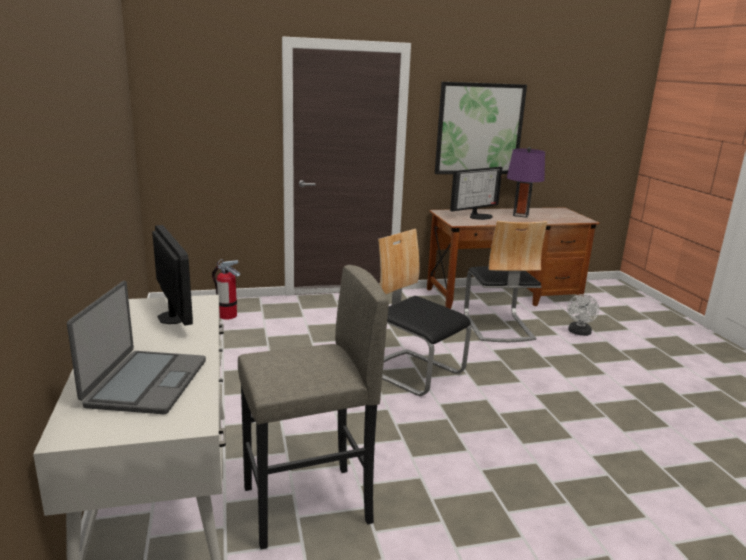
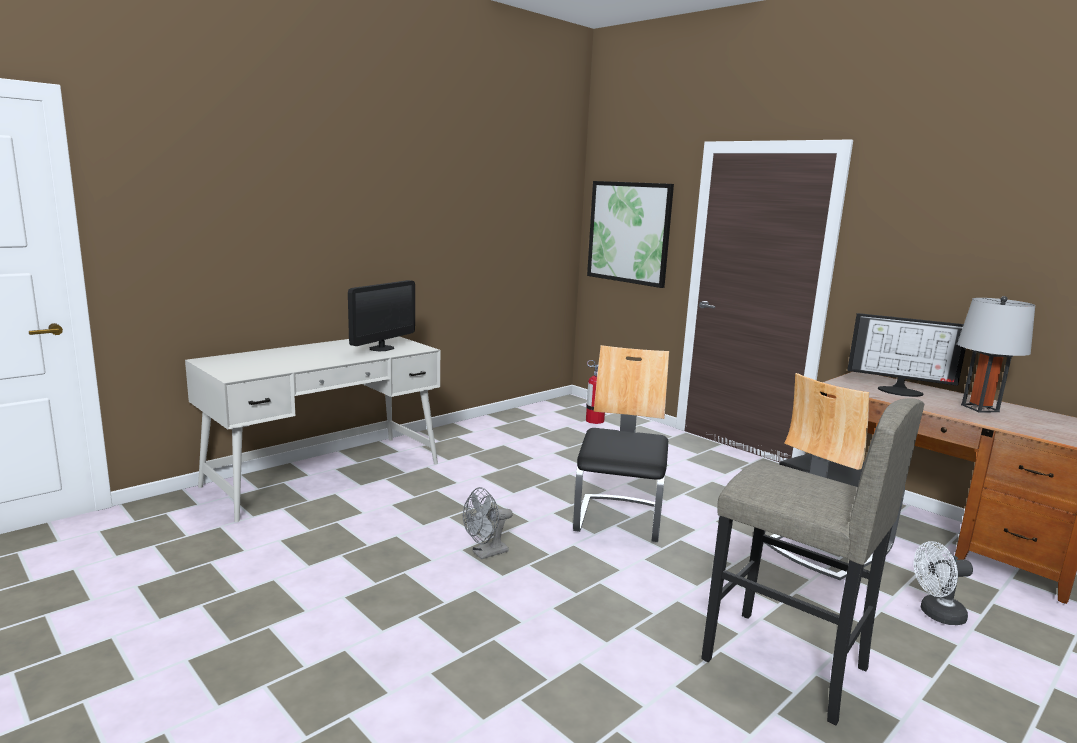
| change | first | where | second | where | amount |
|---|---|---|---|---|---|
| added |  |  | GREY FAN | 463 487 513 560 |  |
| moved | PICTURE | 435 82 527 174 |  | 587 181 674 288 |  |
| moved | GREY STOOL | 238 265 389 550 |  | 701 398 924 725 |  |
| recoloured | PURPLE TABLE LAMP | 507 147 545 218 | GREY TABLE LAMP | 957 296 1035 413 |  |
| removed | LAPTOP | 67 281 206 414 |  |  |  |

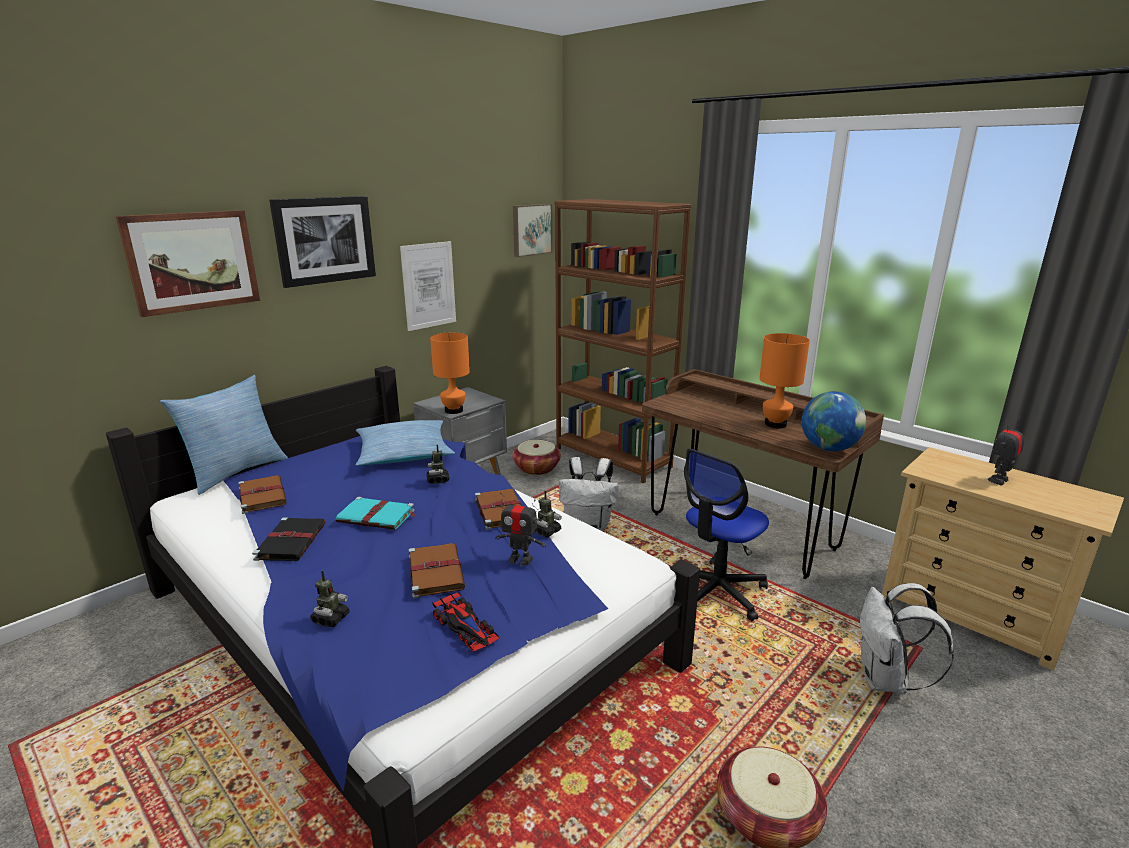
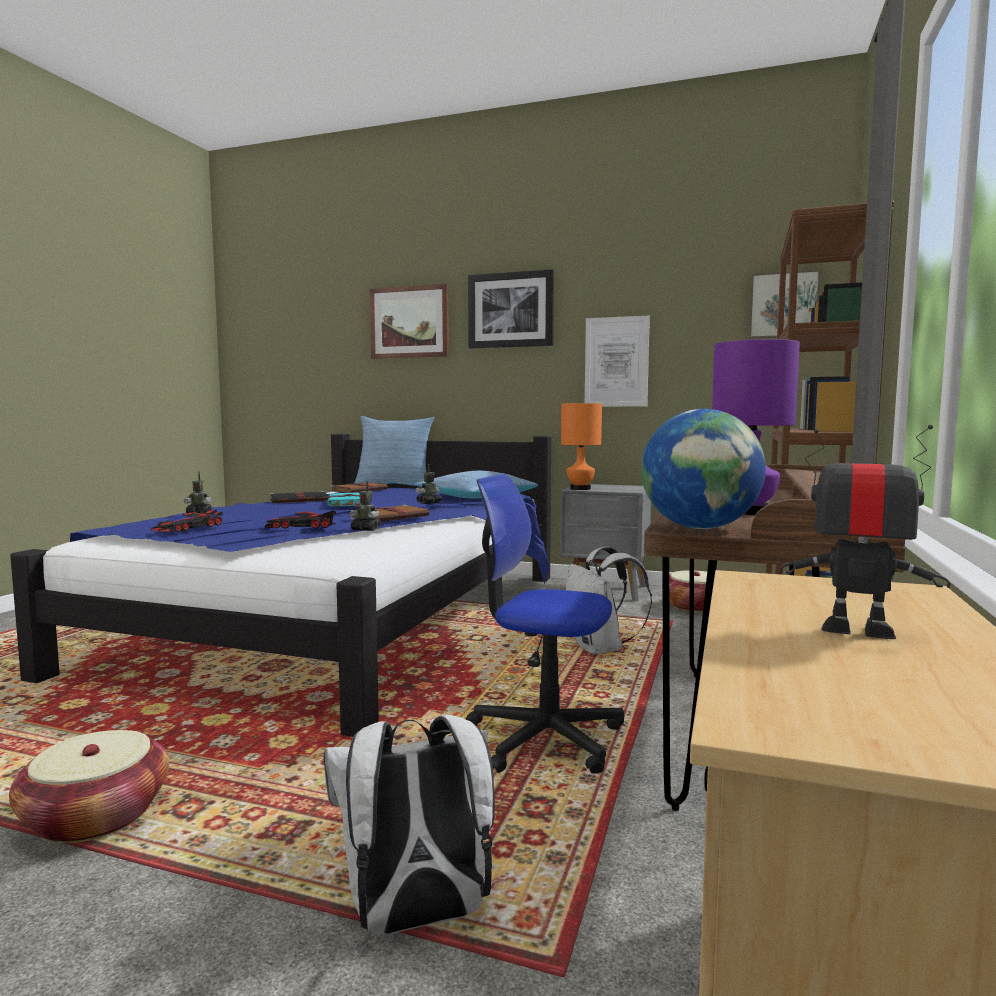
| change | first | where | second | where | amount |
|---|---|---|---|---|---|
| replaced | TOY ROBOT | 495 493 546 566 | TOY CAR | 265 511 336 528 |  |
| recoloured | ORANGE TABLE LAMP | 759 333 810 428 | PURPLE TABLE LAMP | 712 339 800 515 |  |
| removed | BROWN BOOK | 409 543 465 598 |  |  |  |

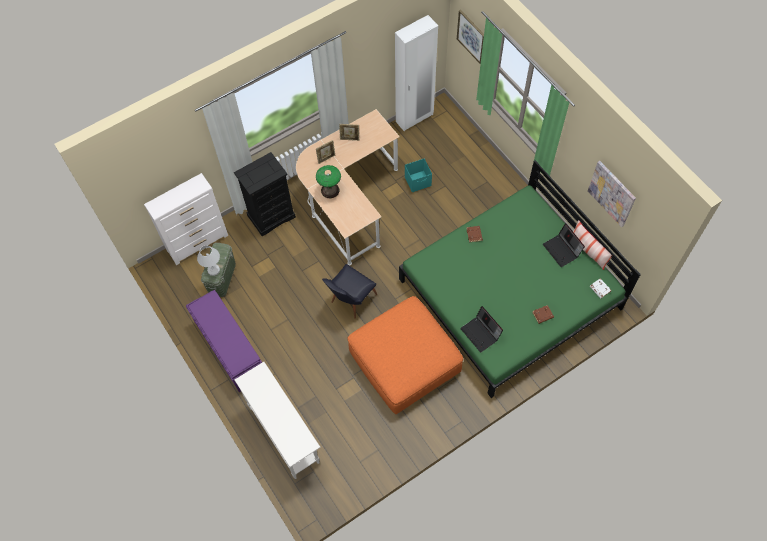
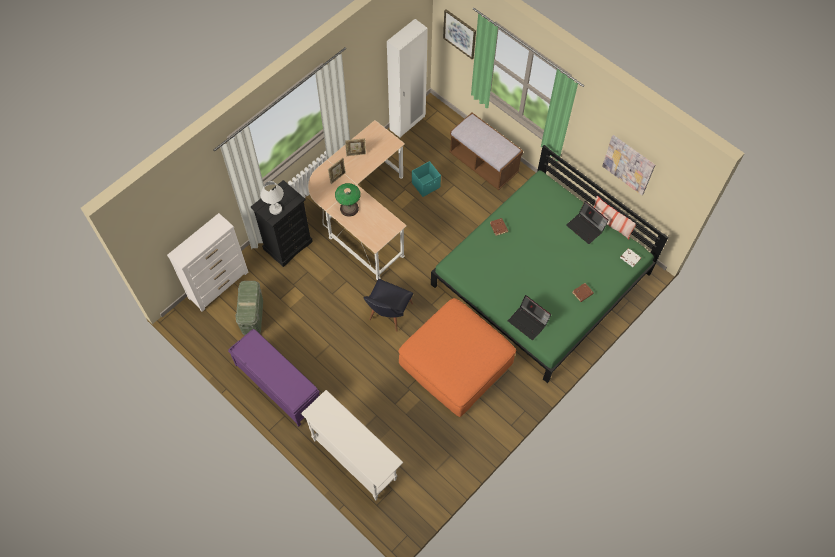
| change | first | where | second | where | amount |
|---|---|---|---|---|---|
| moved | WHITE TABLE LAMP | 197 245 220 276 |  | 260 181 284 215 |  |
| added |  |  | BROWN BENCH | 449 113 523 190 |  |

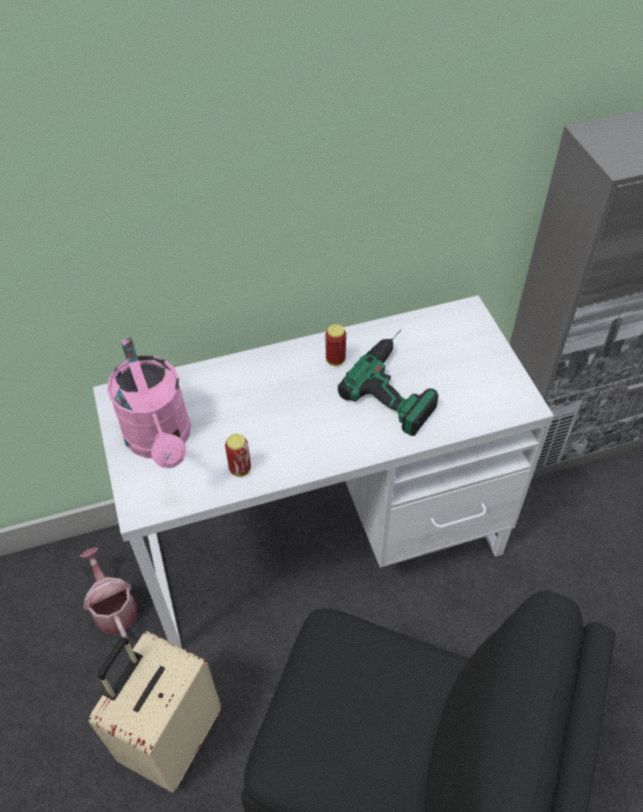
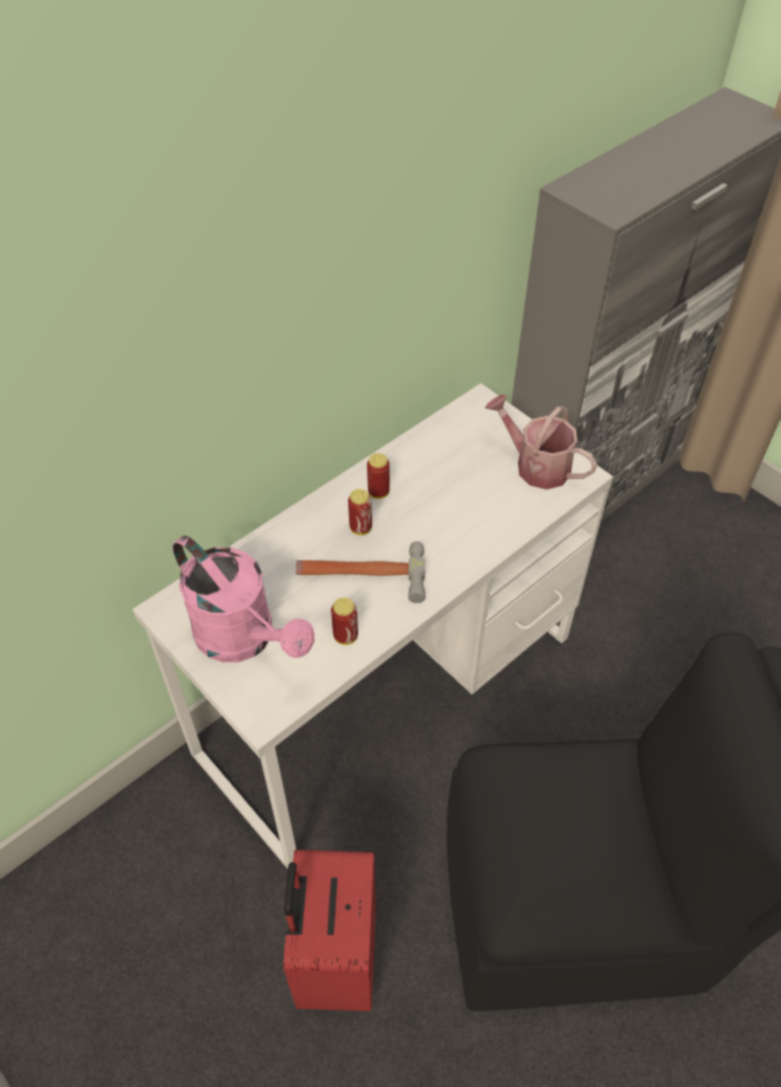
| change | first | where | second | where | amount |
|---|---|---|---|---|---|
| recoloured | BEIGE SUITCASE | 89 631 221 793 | RED SUITCASE | 283 850 376 1011 |  |
| added |  |  | HAMMER | 296 541 425 603 |  |
| added |  |  | CAN | 348 489 372 535 |  |
| moved | WATERING CAN | 80 548 137 639 |  | 485 395 597 490 |  |
| removed | POWER DRILL | 338 329 439 436 |  |  |  |

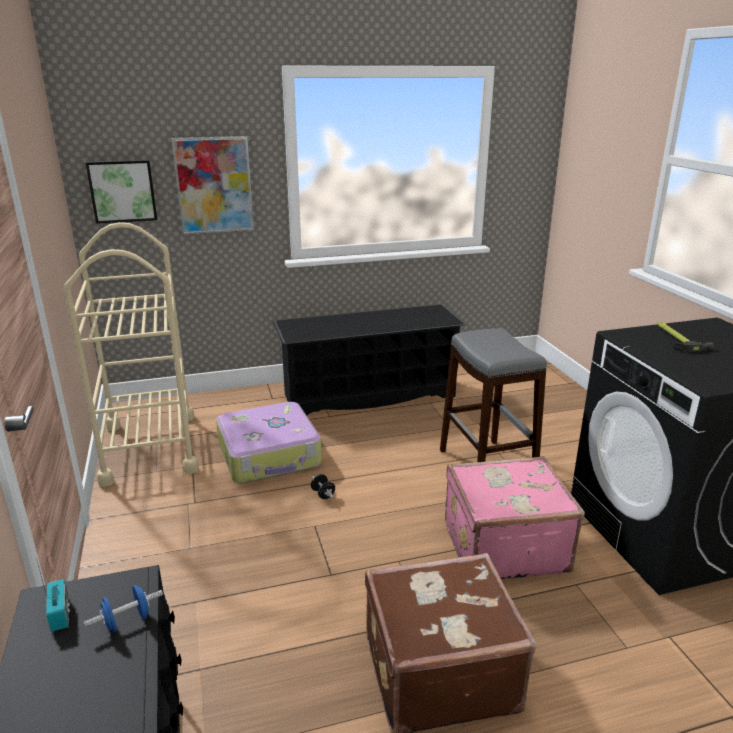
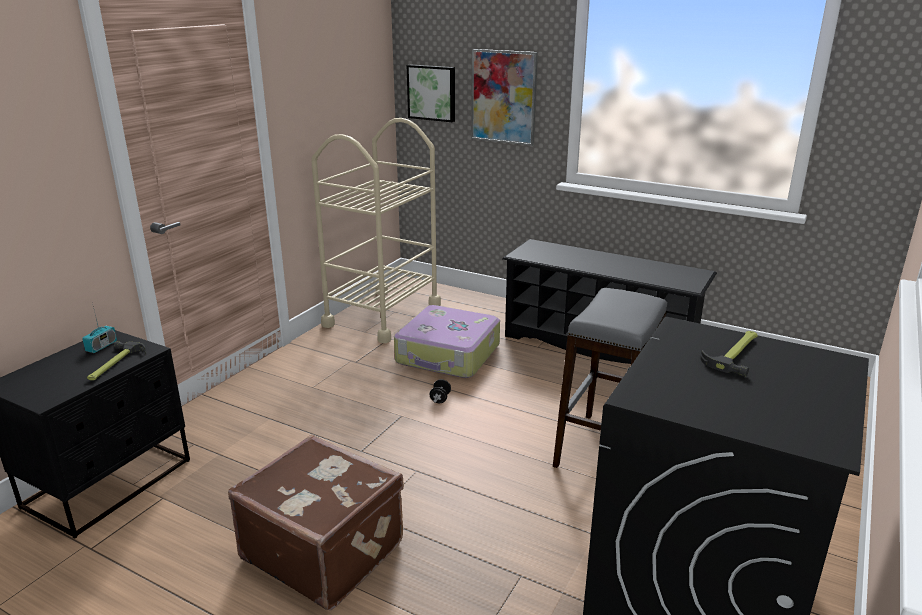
| change | first | where | second | where | amount |
|---|---|---|---|---|---|
| replaced | BLUE DUMBBELL | 84 585 163 632 | HAMMER | 87 342 146 381 |  |
| removed | PINK SUITCASE | 445 456 585 579 |  |  |  |

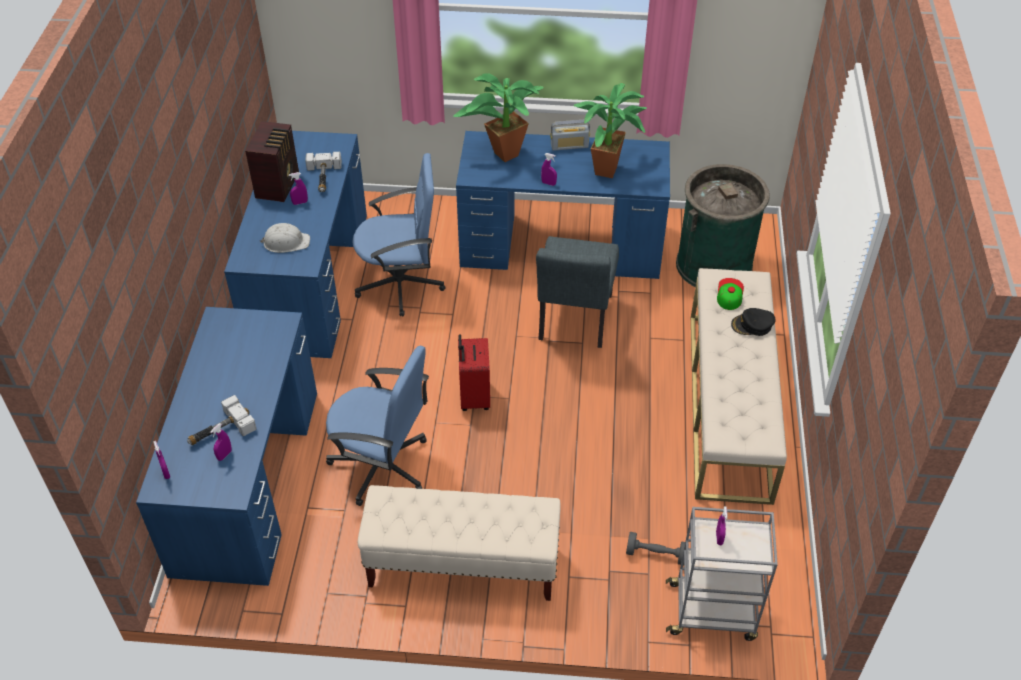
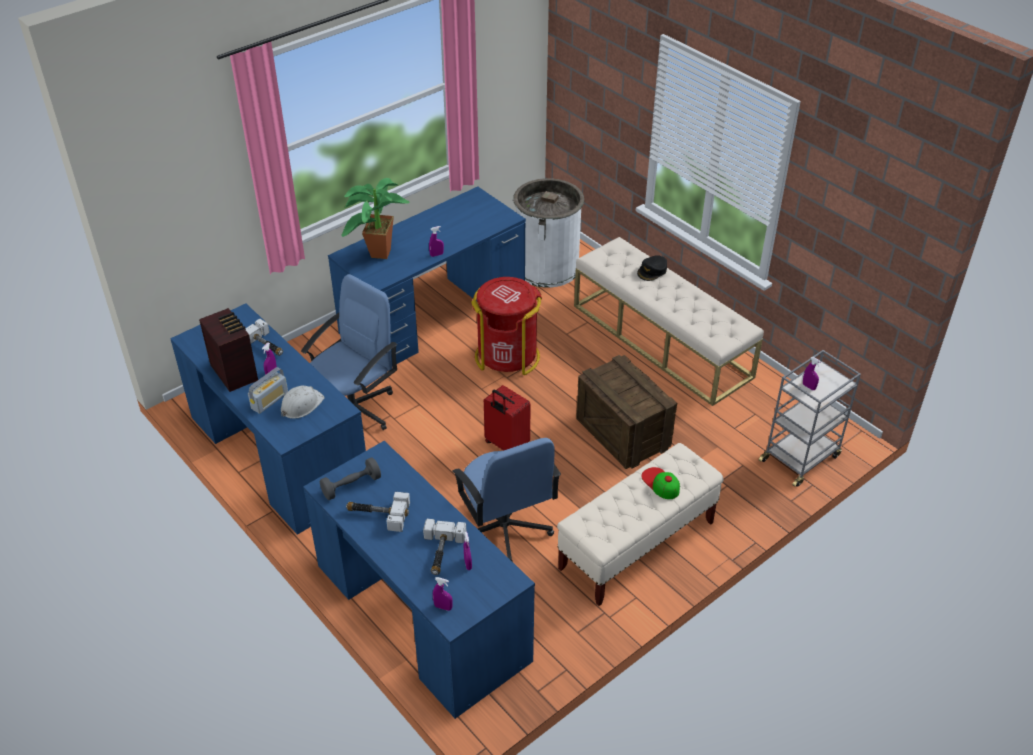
| change | first | where | second | where | amount |
|---|---|---|---|---|---|
| moved | RADIO | 550 120 590 151 |  | 248 367 288 414 |  |
| moved | GREY DUMBBELL | 626 532 689 565 |  | 320 457 381 500 |  |
| added |  |  | HAMMER | 346 492 410 532 |  |
| turned | BLUE OFFICE CHAIR | 326 346 429 506 |  | 453 438 561 562 | 90 degrees clockwise |
| replaced | GREY CHAIR | 536 236 619 348 | RED TRASH CAN | 471 277 542 375 |  |
| recoloured | GREEN TRASH CAN | 676 164 770 287 | WHITE TRASH CAN | 513 178 584 288 |  |
| added |  |  | CRATE | 576 355 677 469 |  |
| moved | CAP | 717 278 744 310 |  | 641 467 680 499 |  |
| removed | POTTED PLANT | 573 83 647 178 |  |  |  |

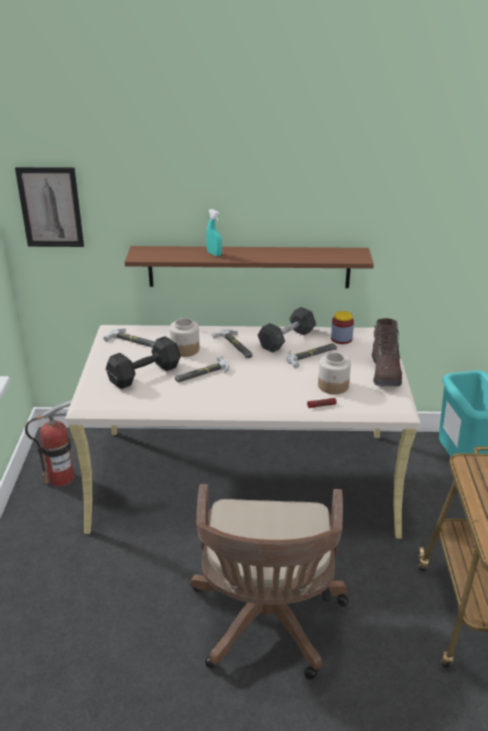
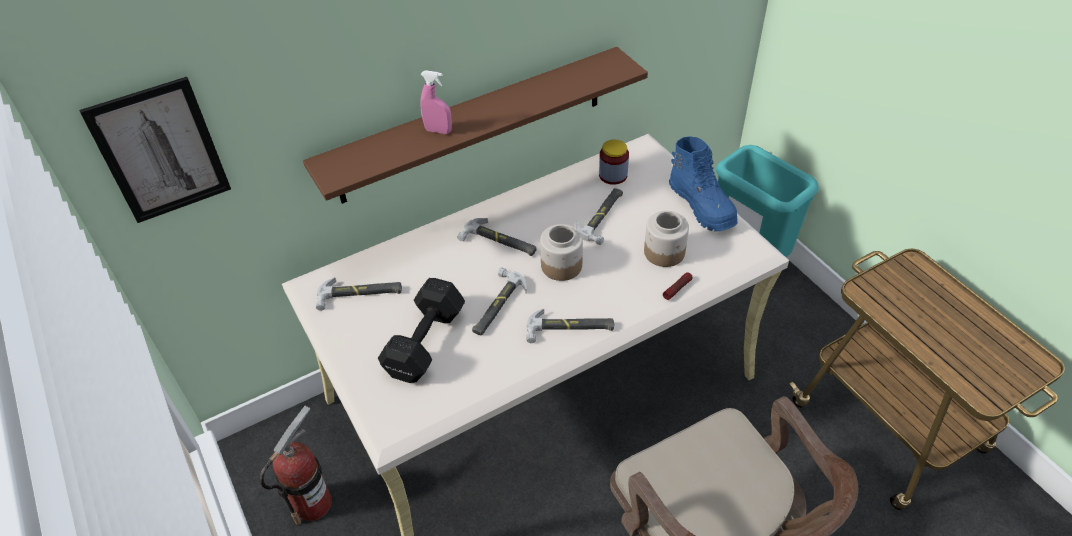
| change | first | where | second | where | amount |
|---|---|---|---|---|---|
| recoloured | TURQUOISE SPRAY BOTTLE | 206 209 222 256 | PINK SPRAY BOTTLE | 420 70 452 134 |  |
| added |  |  | HAMMER | 526 309 614 343 |  |
| moved | JAR | 170 318 200 357 |  | 540 224 583 281 |  |
| recoloured | BROWN BOOT | 372 318 402 386 | BLUE BOOT | 669 136 738 231 |  |
| removed | GREY DUMBBELL | 258 307 316 353 |  |  |  |

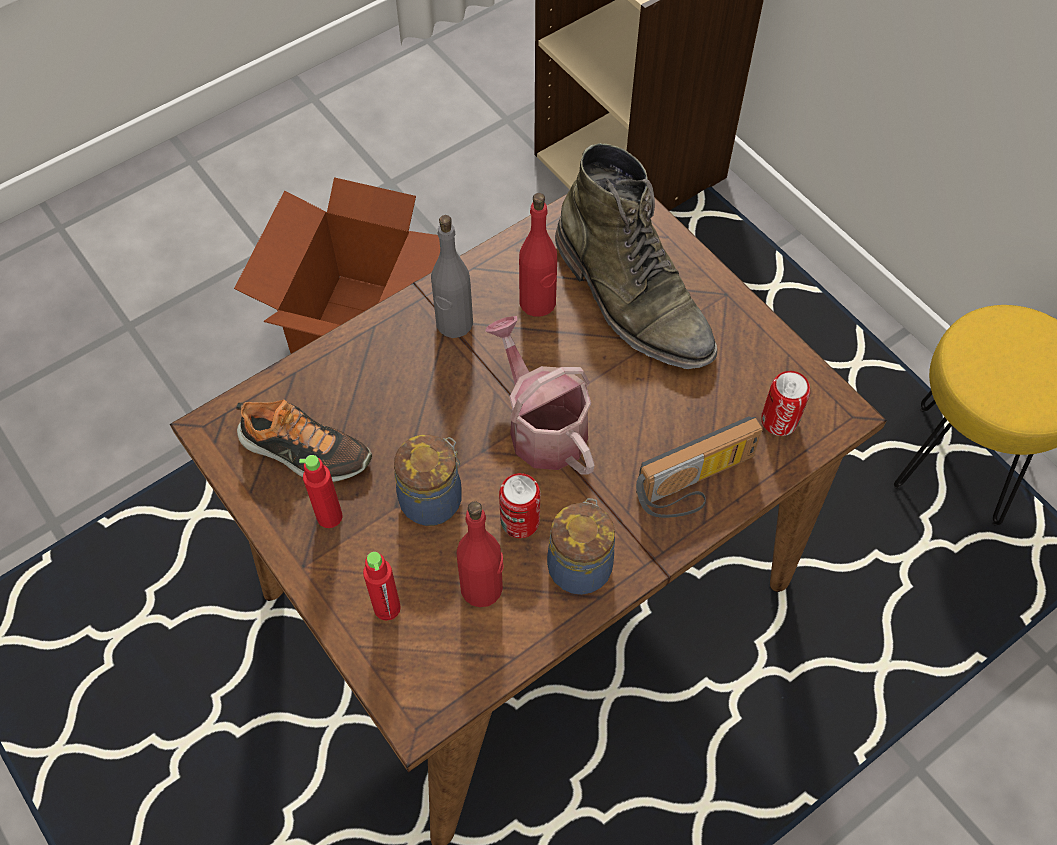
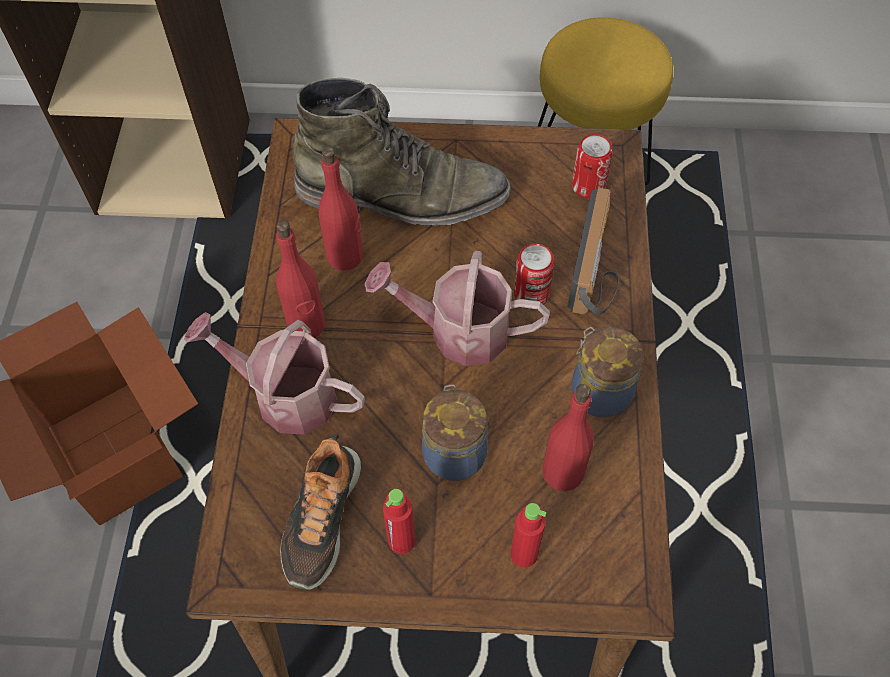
| change | first | where | second | where | amount |
|---|---|---|---|---|---|
| added |  |  | WATERING CAN | 184 312 365 435 |  |
| recoloured | GREY BOTTLE | 431 215 473 338 | RED BOTTLE | 276 220 326 338 |  |
| turned | SHOE | 236 400 372 482 |  | 280 435 361 590 | 135 degrees clockwise |
| moved | CAN | 499 473 541 538 |  | 514 244 555 305 |  |

